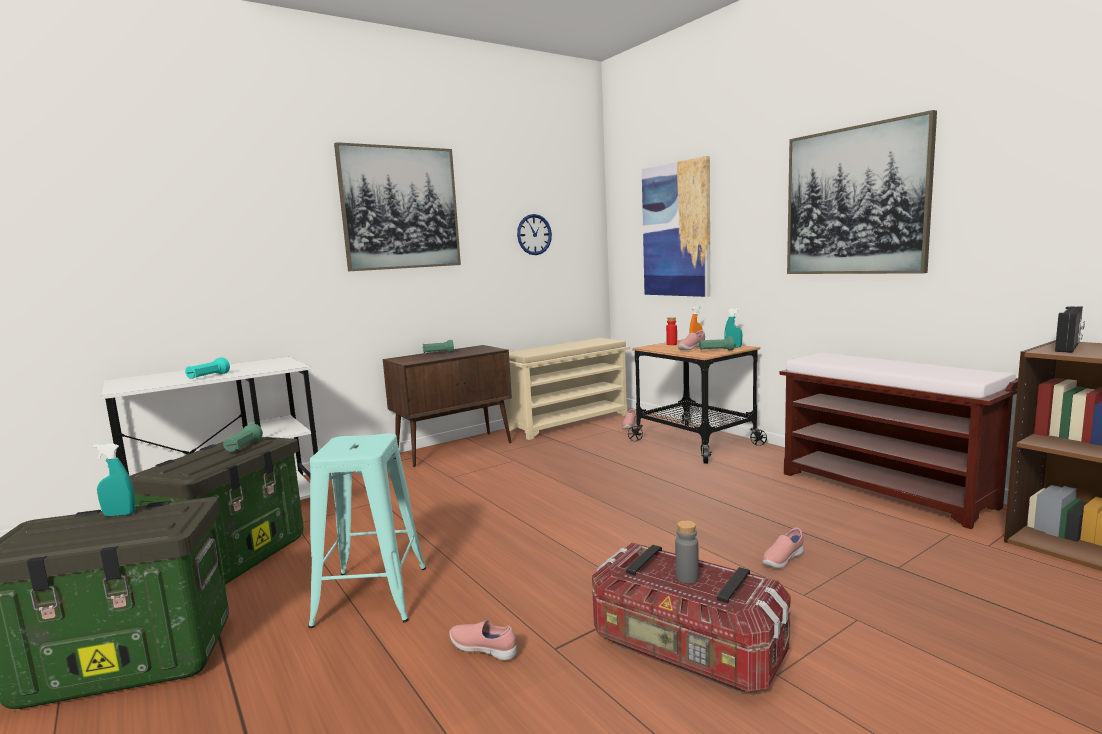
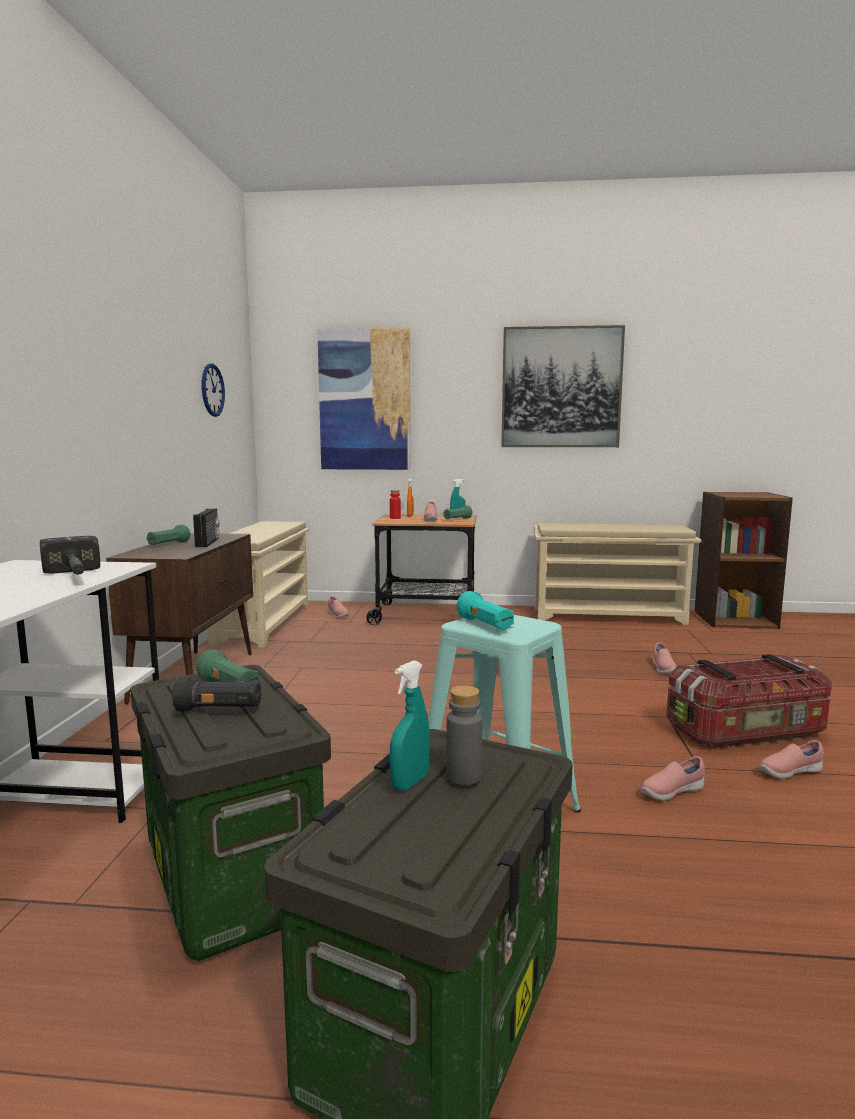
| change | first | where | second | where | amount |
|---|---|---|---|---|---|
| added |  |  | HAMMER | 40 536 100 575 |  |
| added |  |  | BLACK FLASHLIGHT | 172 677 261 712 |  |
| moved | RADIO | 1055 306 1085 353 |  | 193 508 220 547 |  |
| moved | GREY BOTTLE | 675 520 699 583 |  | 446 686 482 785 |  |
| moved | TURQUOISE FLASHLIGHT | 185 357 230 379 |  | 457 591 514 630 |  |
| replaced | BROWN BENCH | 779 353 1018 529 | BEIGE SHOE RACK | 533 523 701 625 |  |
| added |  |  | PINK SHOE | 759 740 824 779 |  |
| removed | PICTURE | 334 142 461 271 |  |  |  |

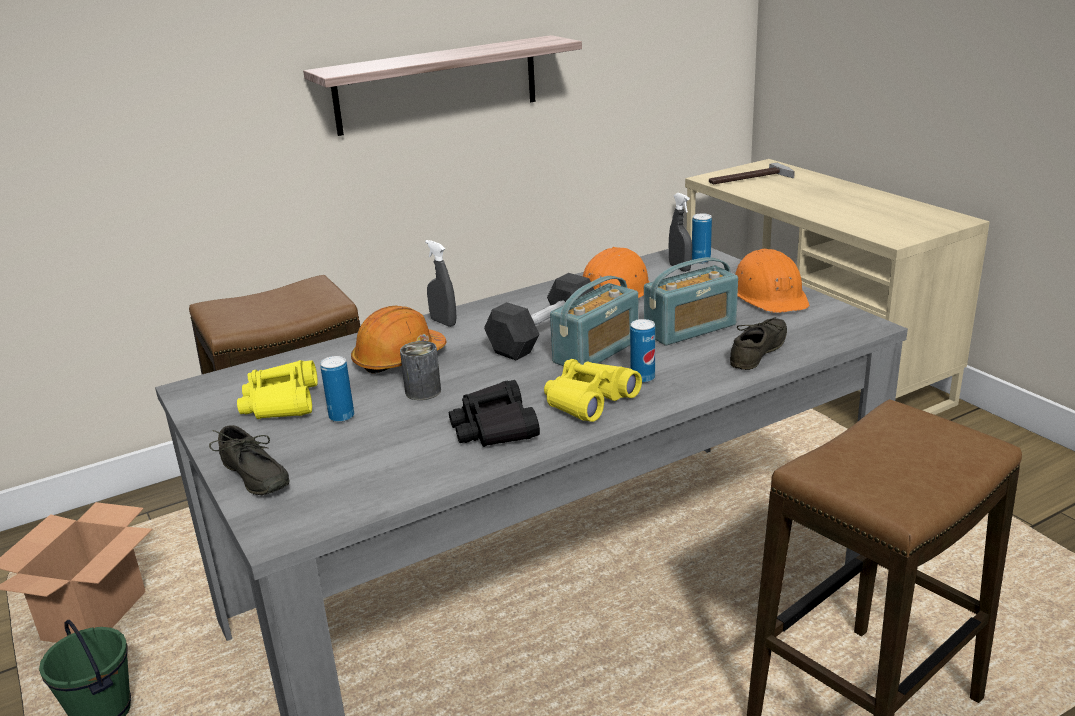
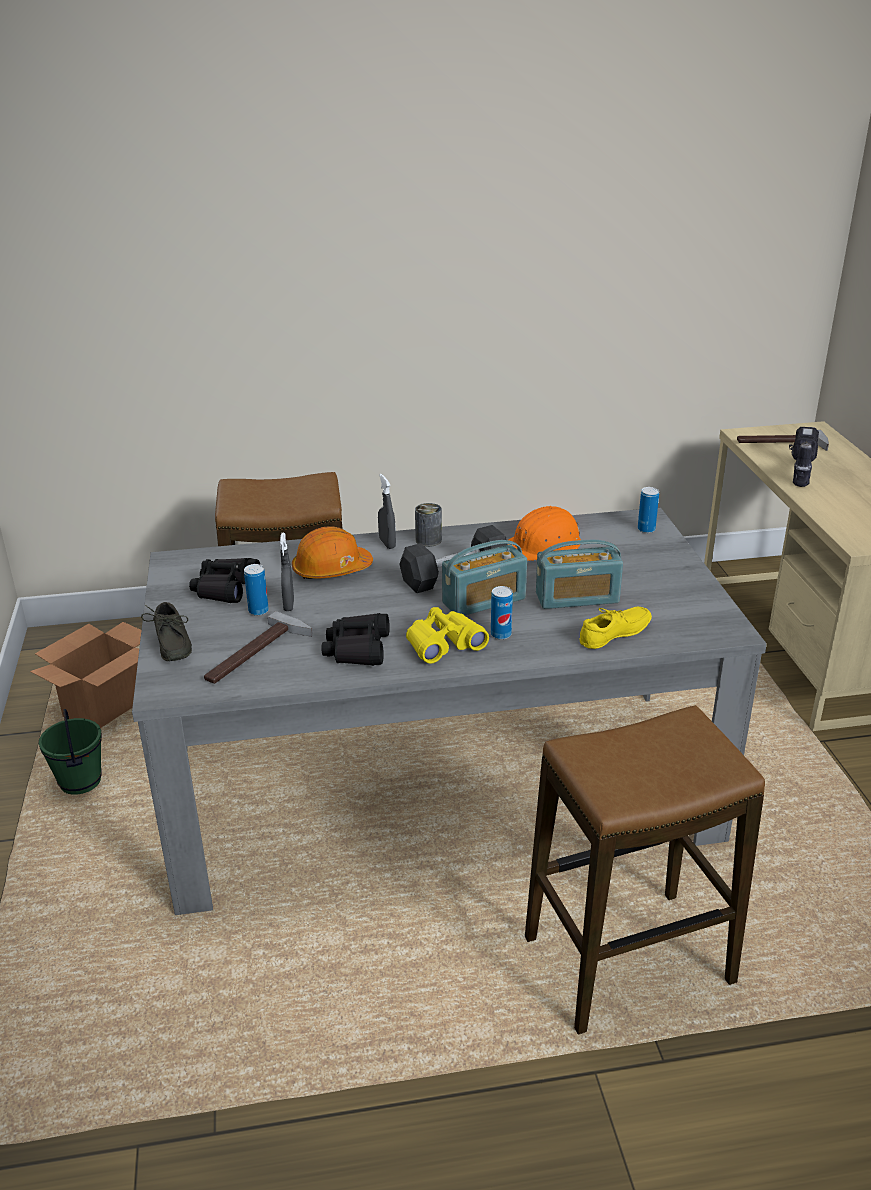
| change | first | where | second | where | amount |
|---|---|---|---|---|---|
| recoloured | YELLOW BINOCULARS | 237 360 318 419 | BLACK BINOCULARS | 189 558 261 603 |  |
| added |  |  | HAMMER | 204 611 313 684 |  |
| moved | GREY SPRAY BOTTLE | 669 193 692 272 |  | 280 533 294 611 |  |
| moved | CAN | 400 341 441 400 |  | 415 503 442 547 |  |
| recoloured | GREY SHOE | 730 317 787 370 | YELLOW SHOE | 580 607 652 649 |  |
| added |  |  | POWER DRILL | 789 427 819 487 |  |
| removed | SHELF | 303 35 582 136 |  |  |  |
| removed | ORANGE HARD HAT | 735 249 809 313 |  |  |  |

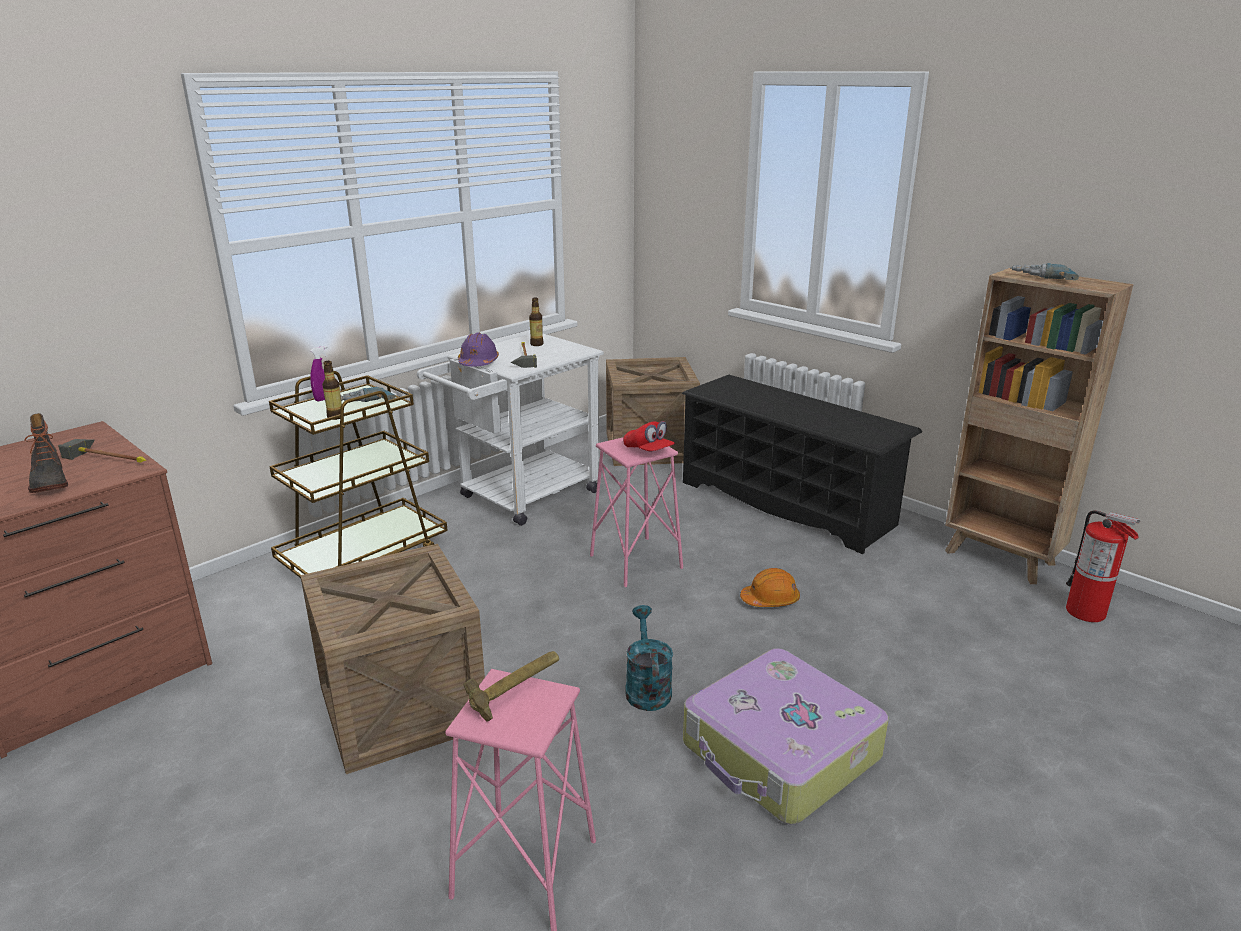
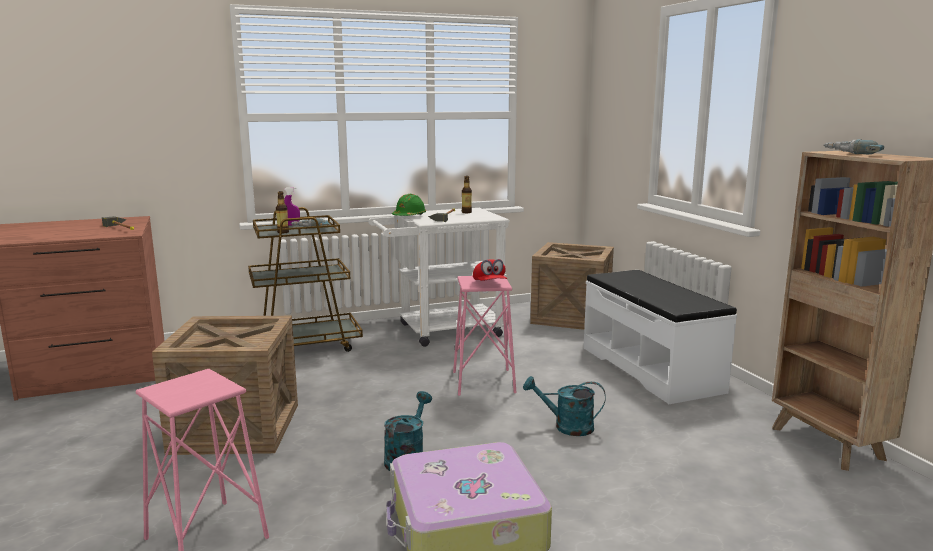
| change | first | where | second | where | amount |
|---|---|---|---|---|---|
| recoloured | PURPLE HARD HAT | 458 332 499 366 | GREEN HARD HAT | 392 194 426 216 |  |
| replaced | ORANGE HARD HAT | 740 568 800 607 | TURQUOISE WATERING CAN | 523 376 606 436 |  |
| replaced | BLACK SHOE RACK | 681 375 922 554 | WHITE BENCH | 583 270 737 404 |  |
| removed | BOOT | 25 413 68 493 |  |  |  |
| removed | HAMMER | 463 651 559 721 |  |  |  |
| removed | FIRE EXTINGUISHER | 1066 510 1140 622 |  |  |  |

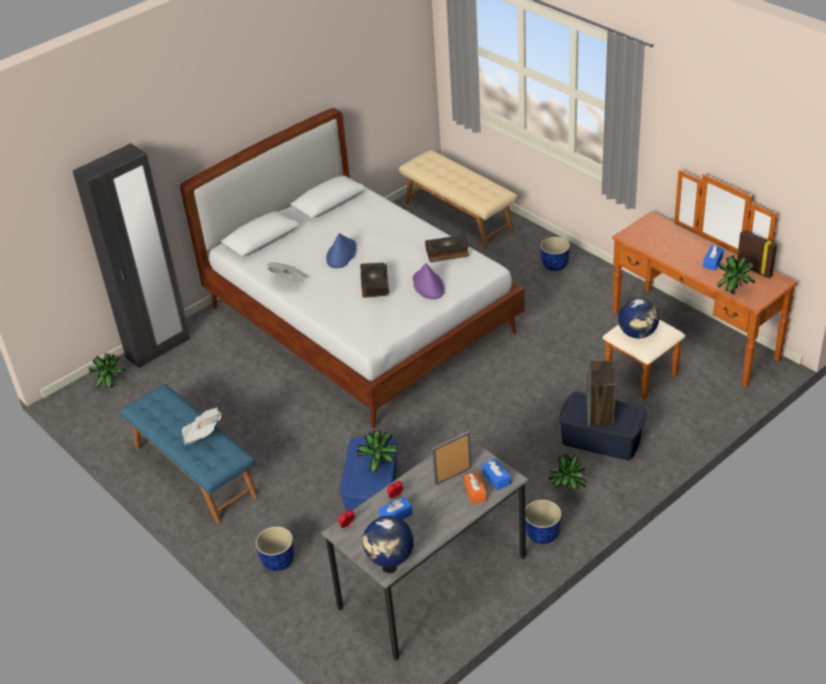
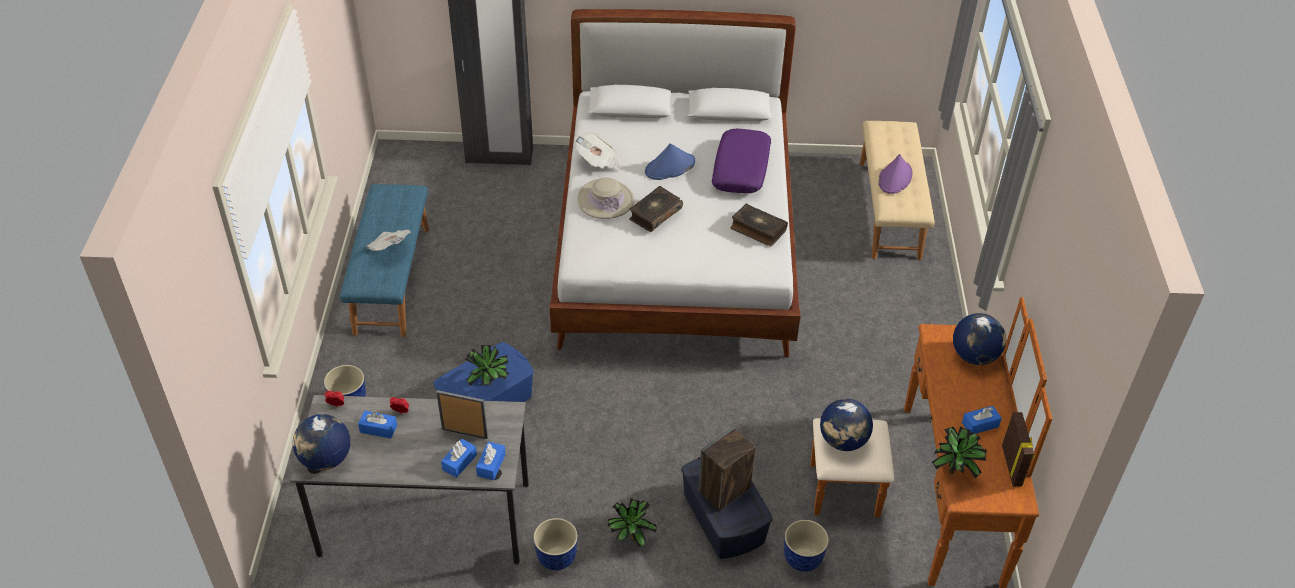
| change | first | where | second | where | amount |
|---|---|---|---|---|---|
| recoloured | ORANGE TISSUE BOX | 464 472 487 504 | BLUE TISSUE BOX | 441 439 477 478 |  |
| added |  |  | BEIGE HAT | 577 178 634 219 |  |
| added |  |  | PURPLE PILLOW | 712 129 771 193 |  |
| moved | PLANTER | 540 237 570 271 |  | 784 520 829 572 |  |
| moved | PURPLE HAT | 413 263 445 300 |  | 878 154 913 194 |  |
| added |  |  | GLOBE | 953 313 1006 365 |  |
| removed | POTTED PLANT | 89 353 126 388 |  |  |  |

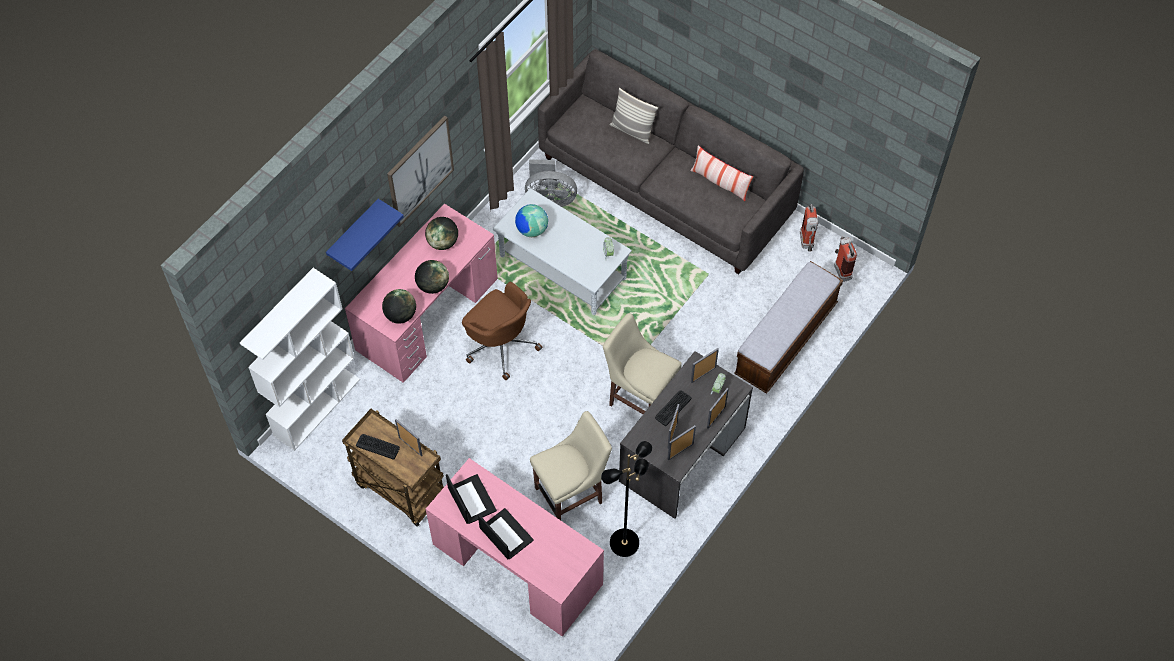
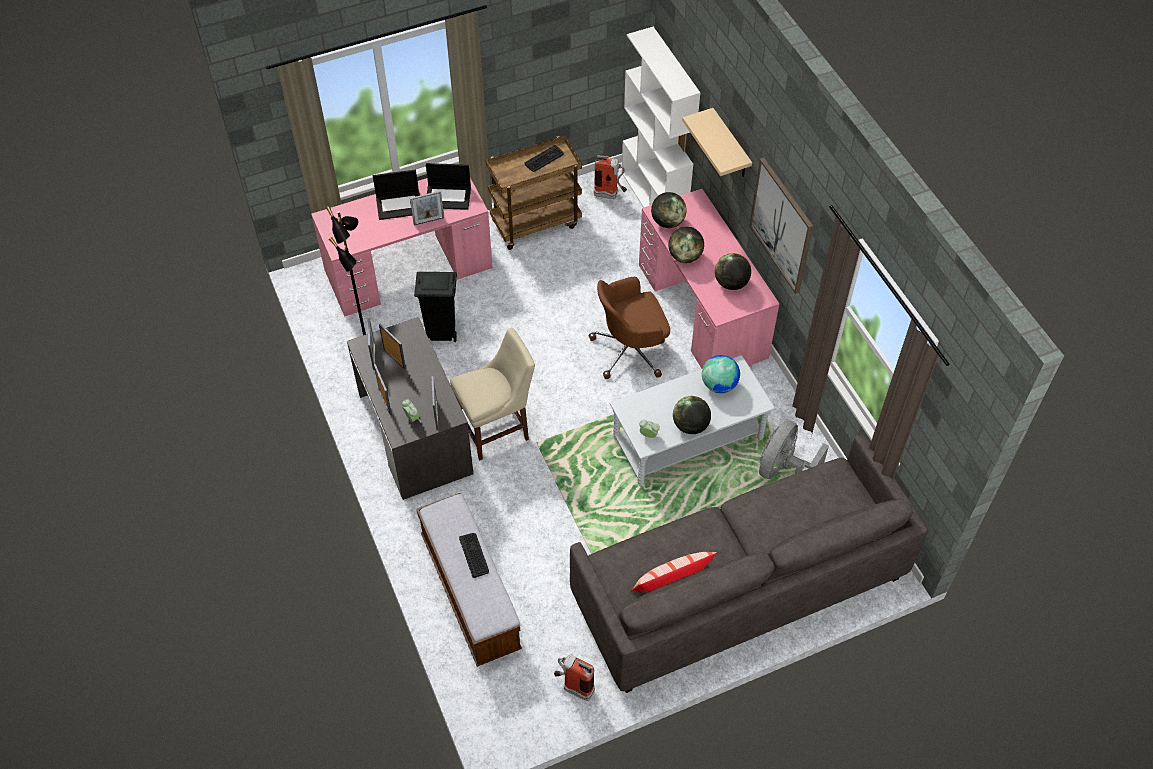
| change | first | where | second | where | amount |
|---|---|---|---|---|---|
| moved | PICTURE FRAME | 395 419 422 456 |  | 410 191 444 226 |  |
| replaced | BEIGE CHAIR | 530 411 612 520 | BLACK TRASH CAN | 414 272 457 342 |  |
| moved | KEYBOARD | 655 390 692 426 |  | 459 533 489 578 |  |
| moved | FIRE EXTINGUISHER | 834 236 857 282 |  | 594 155 627 199 |  |
| added |  |  | GLOBE | 673 396 711 434 |  |
| recoloured | BLUE SHELF | 326 199 404 271 | BEIGE SHELF | 682 108 752 177 |  |
| removed | PILLOW | 609 88 658 144 |  |  |  |

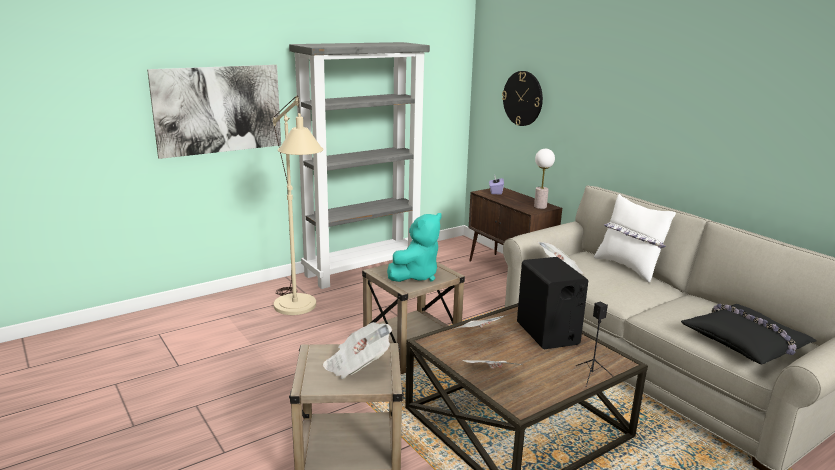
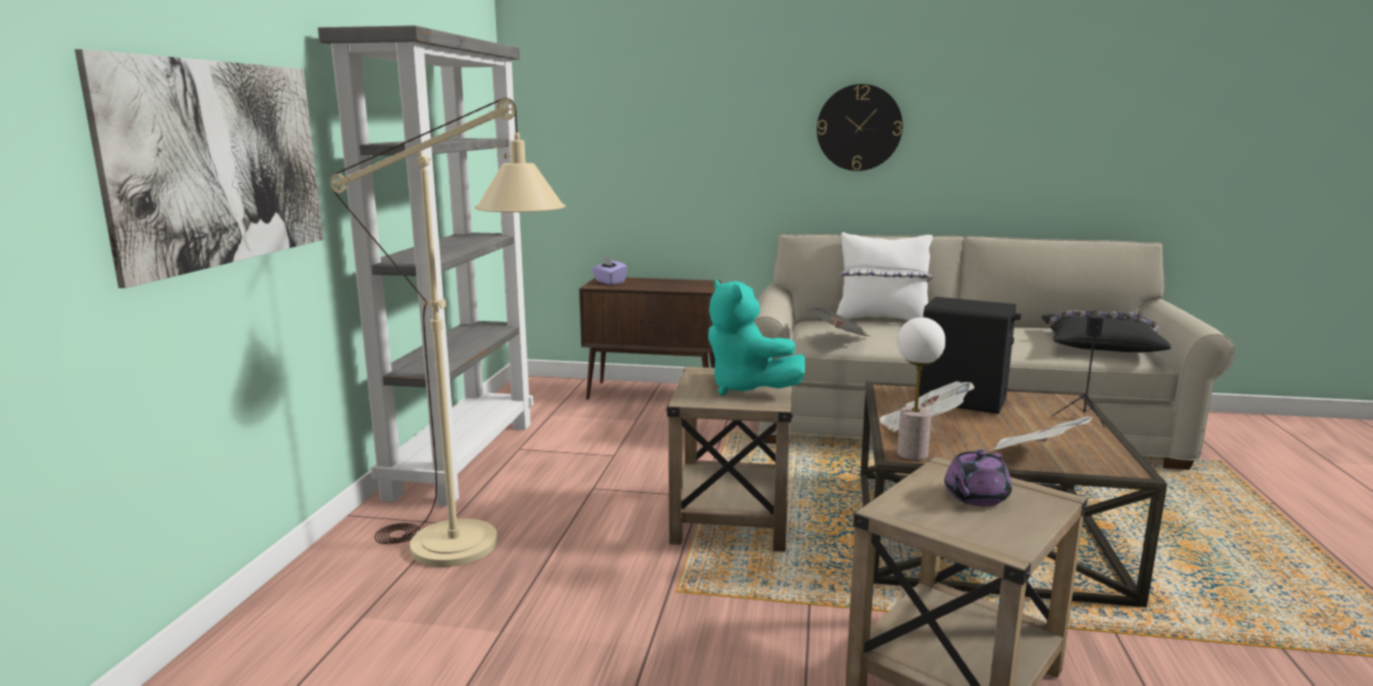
| change | first | where | second | where | amount |
|---|---|---|---|---|---|
| turned | TURQUOISE PLUSH TOY | 387 213 441 282 |  | 708 280 805 395 | 150 degrees clockwise |
| moved | WALL CLOCK | 502 71 543 126 |  | 817 84 903 171 |  |
| moved | TABLE LAMP | 534 149 555 209 |  | 897 317 946 460 |  |
| replaced | NEWSPAPER | 323 322 392 379 | PURPLE TEAPOT | 944 449 1012 506 |  |

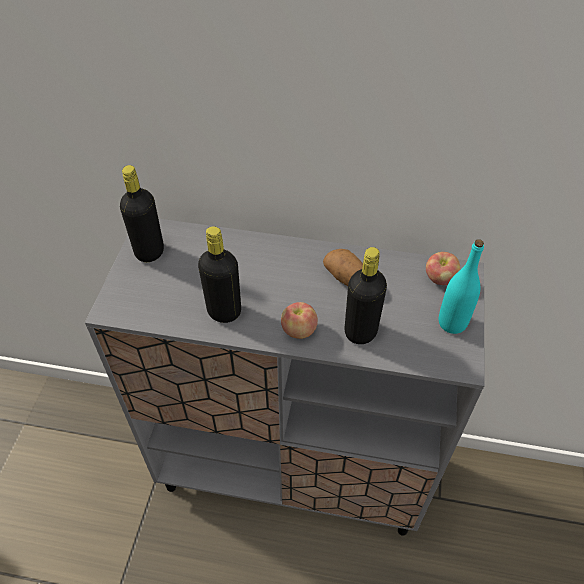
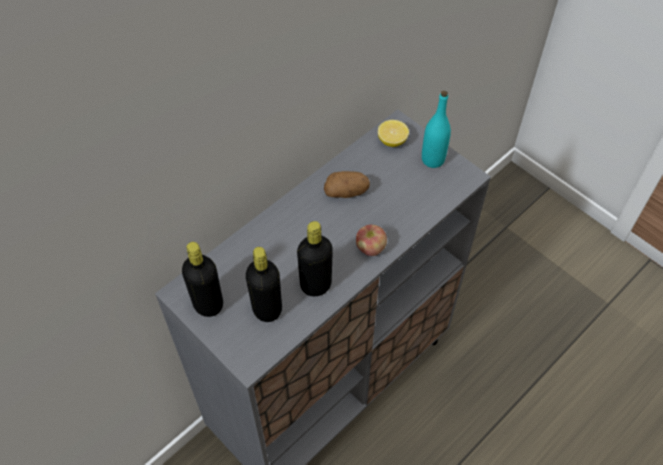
| change | first | where | second | where | amount |
|---|---|---|---|---|---|
| moved | BLACK BOTTLE | 344 247 387 344 |  | 246 247 282 322 |  |
| replaced | APPLE | 426 252 460 285 | LEMON | 378 120 409 147 |  |

